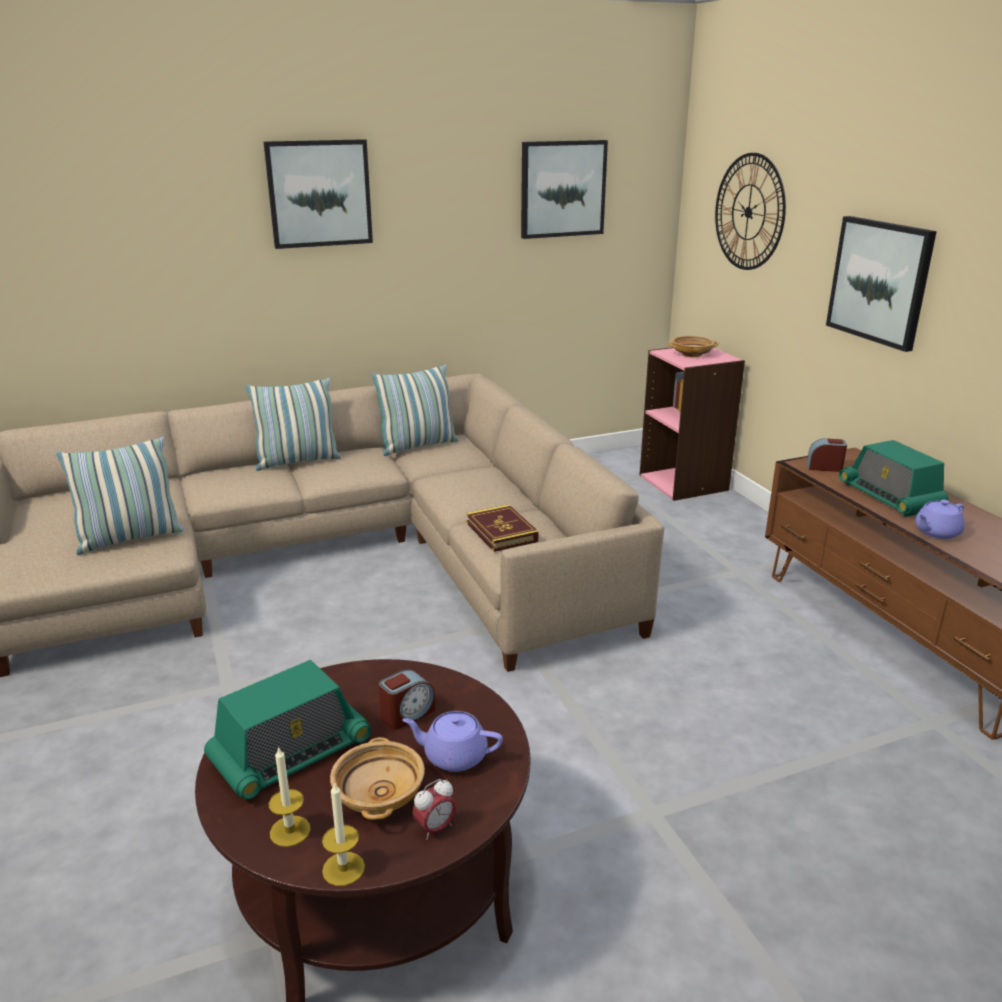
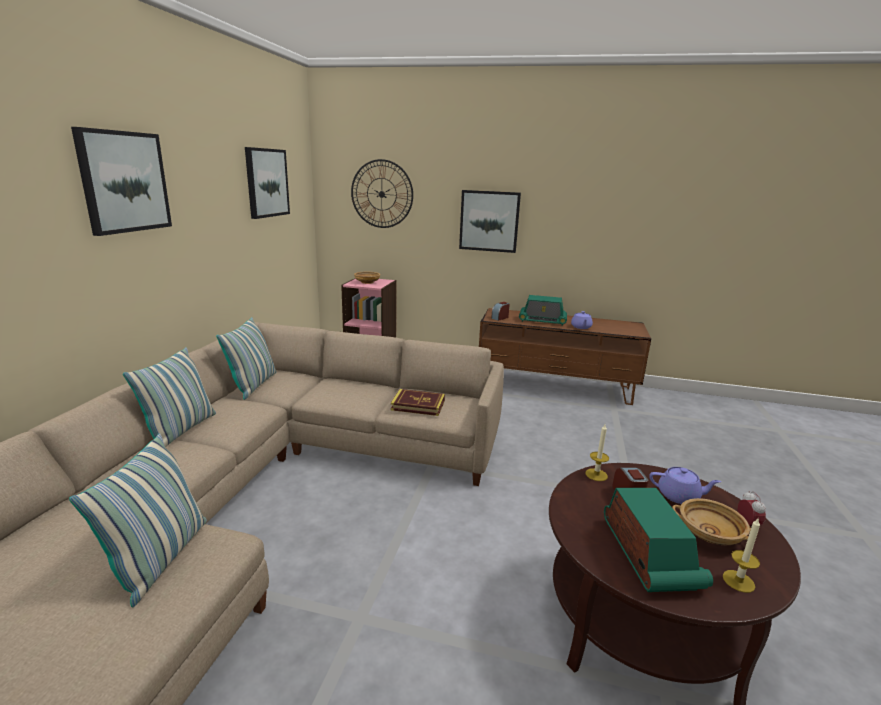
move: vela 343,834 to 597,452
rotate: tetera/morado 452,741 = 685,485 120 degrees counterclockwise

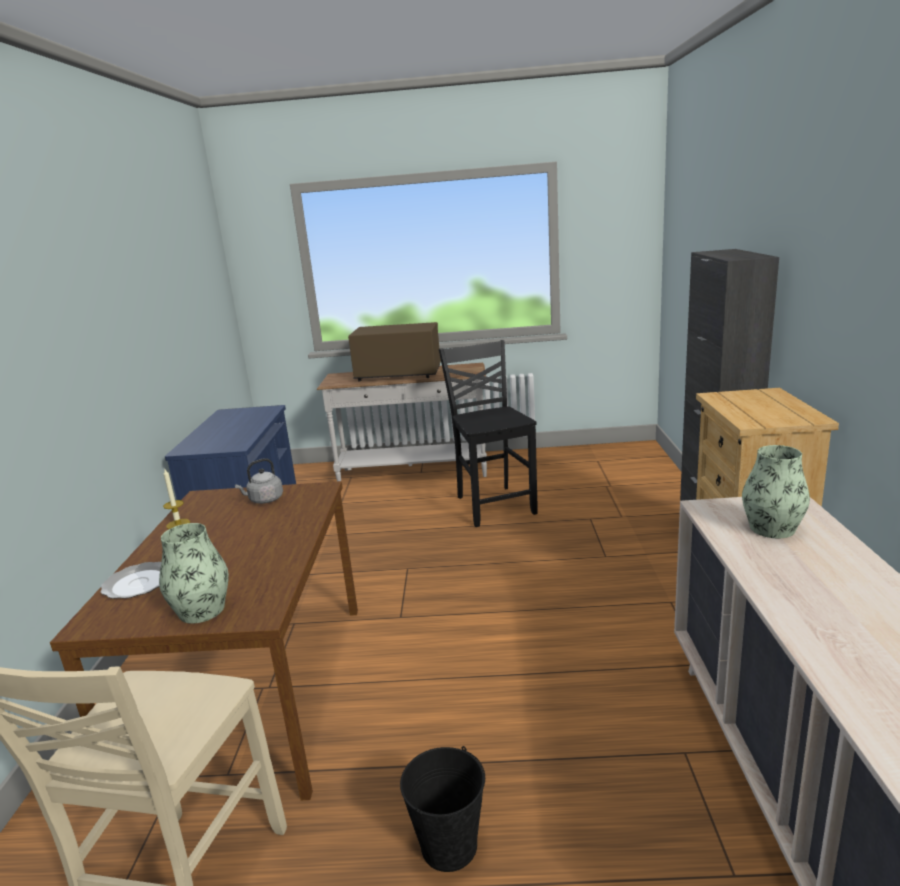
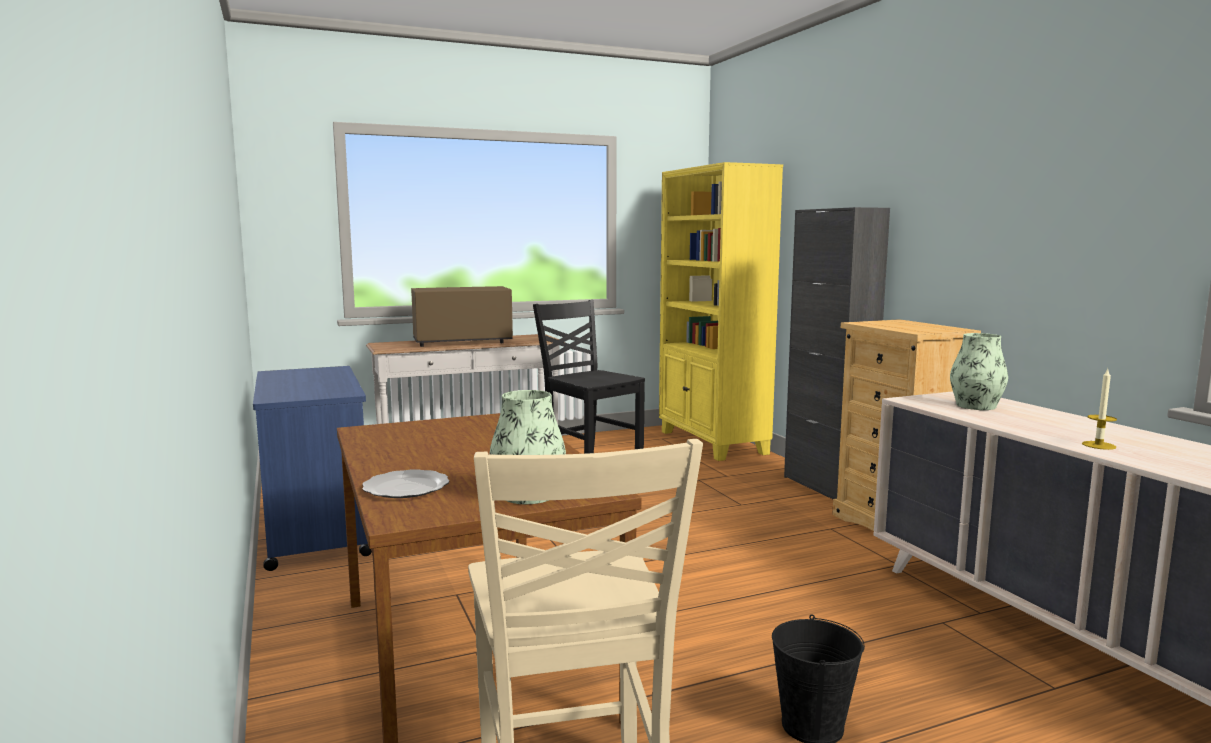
delete: hervidor/gris 259,481
insert: estantería/amarillo 721,311
move: vela 176,499 to 1099,409

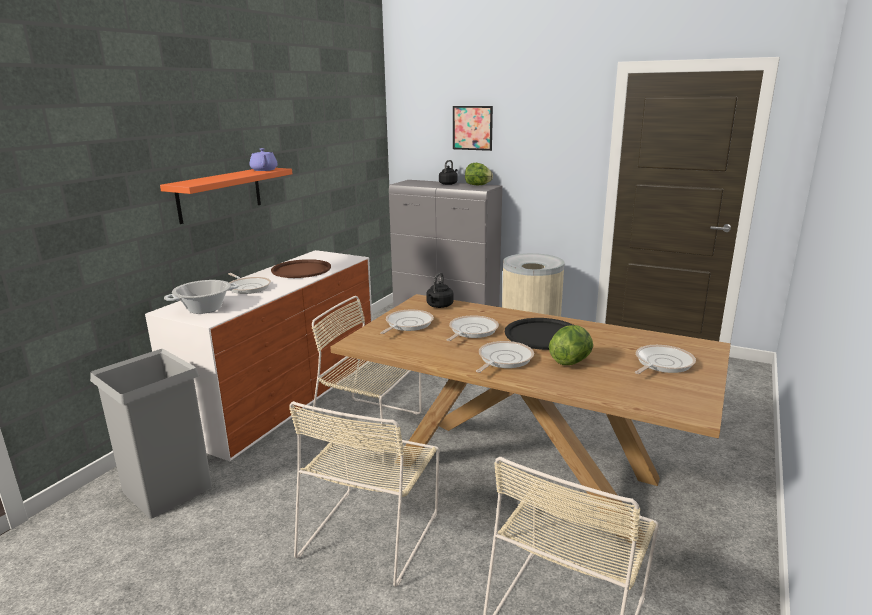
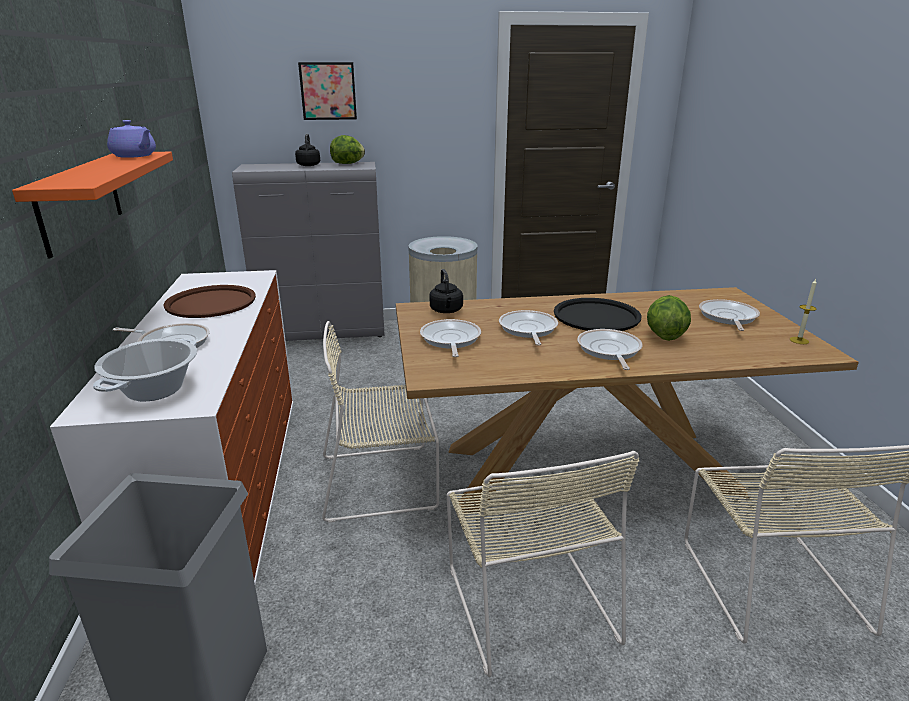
insert: vela 803,311

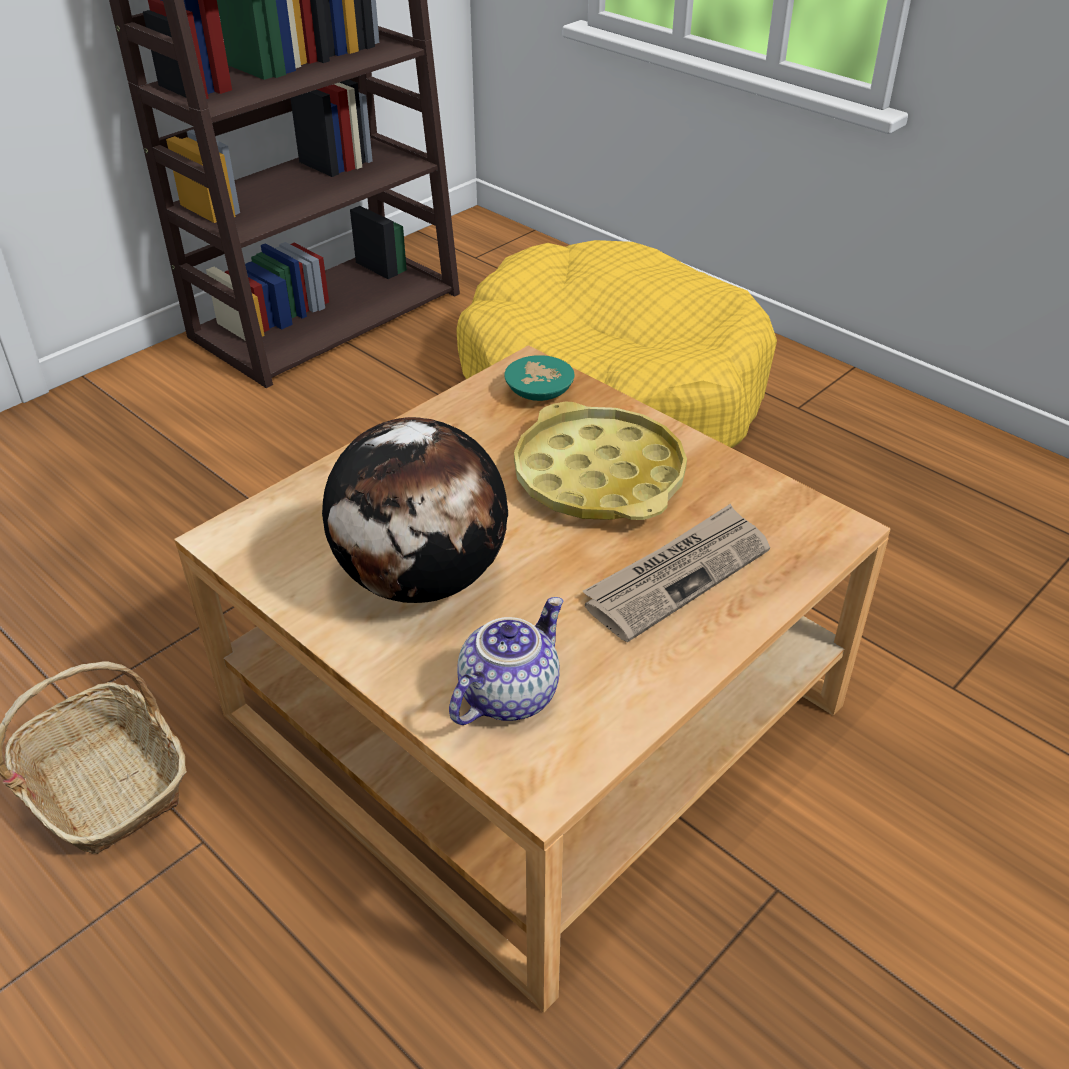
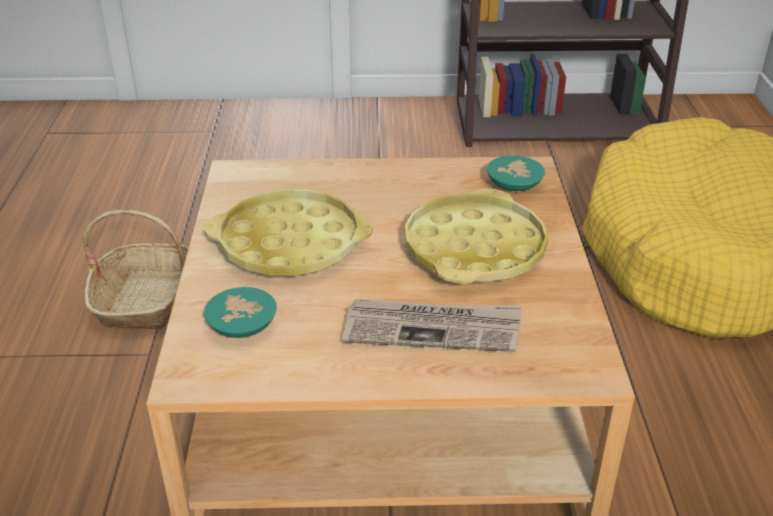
replace: globo terráqueo 415,510 to bandeja/amarillo 288,232; tetera 506,661 to cuenco/turquesa 240,312

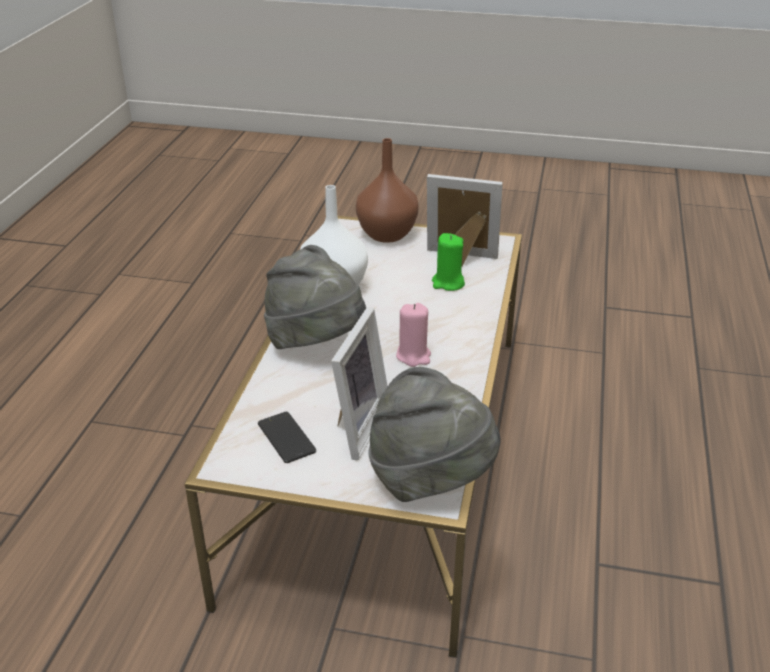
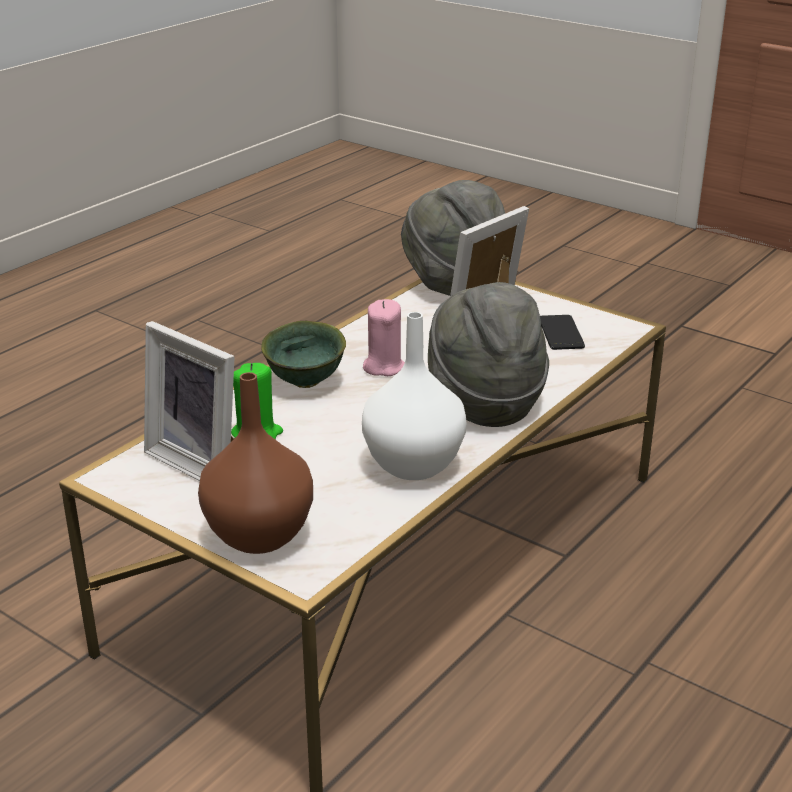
insert: cuenco/verde 303,354

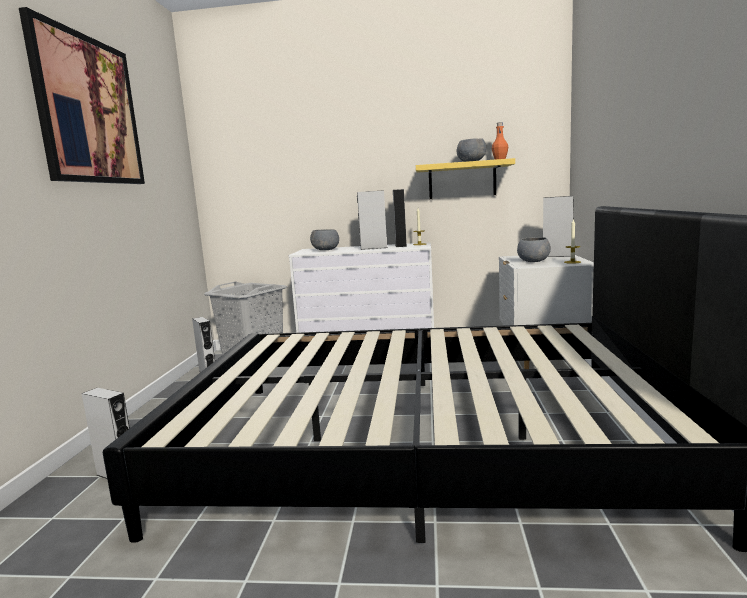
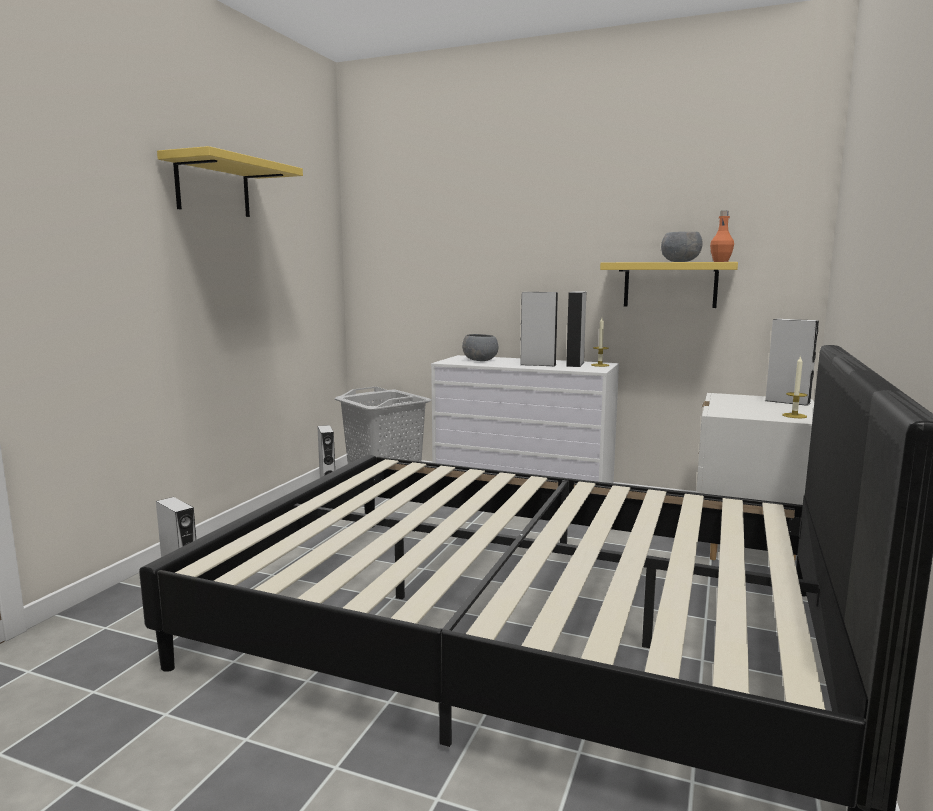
delete: cuenco/gris 534,249
replace: cuadro 82,95 to estante/amarillo 230,181

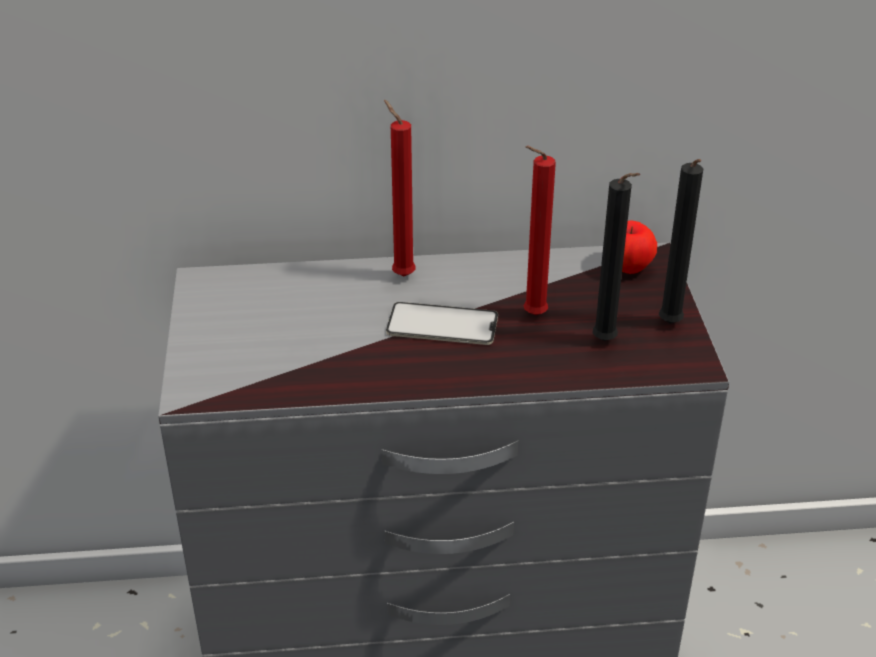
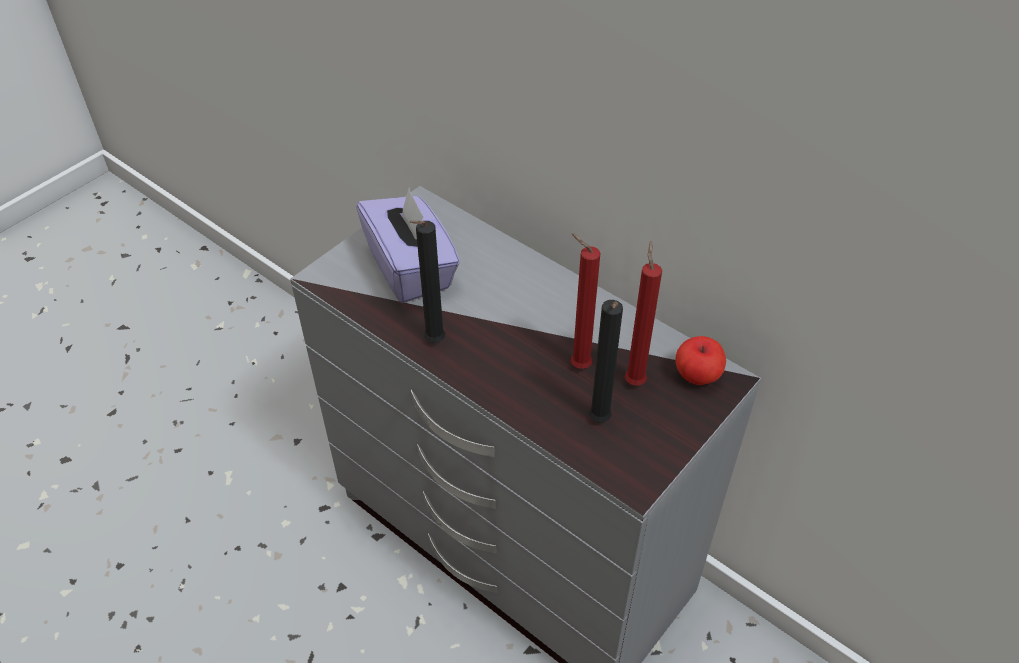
delete: móvil 442,323
insert: caja de pañuelos/morado 408,245
move: vela/rojo 400,188 to 643,313; vela/negro 681,241 to 427,281

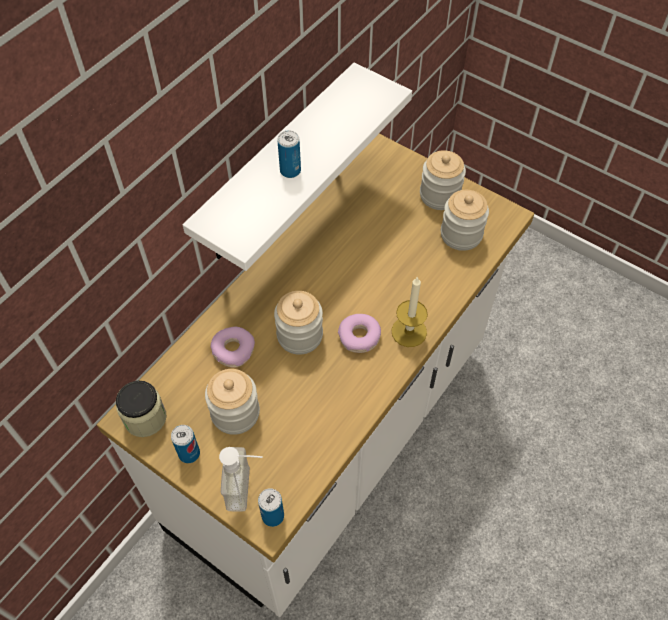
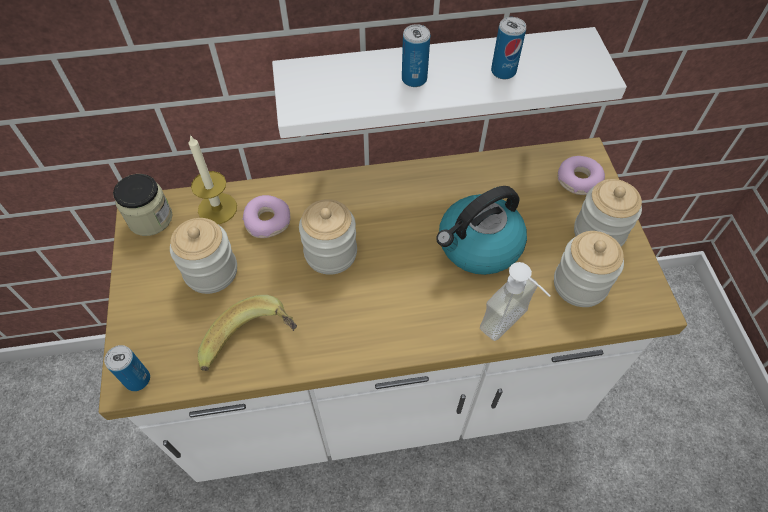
insert: plátano 247,333; hervidor 481,230
move: lata 185,444 to 508,48; dispensador de jabón 241,479 to 515,301; rosquilla 359,333 to 581,175; vela 409,312 to 212,179

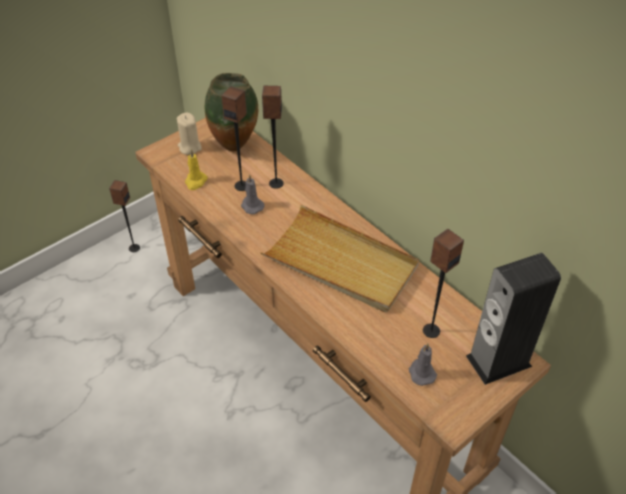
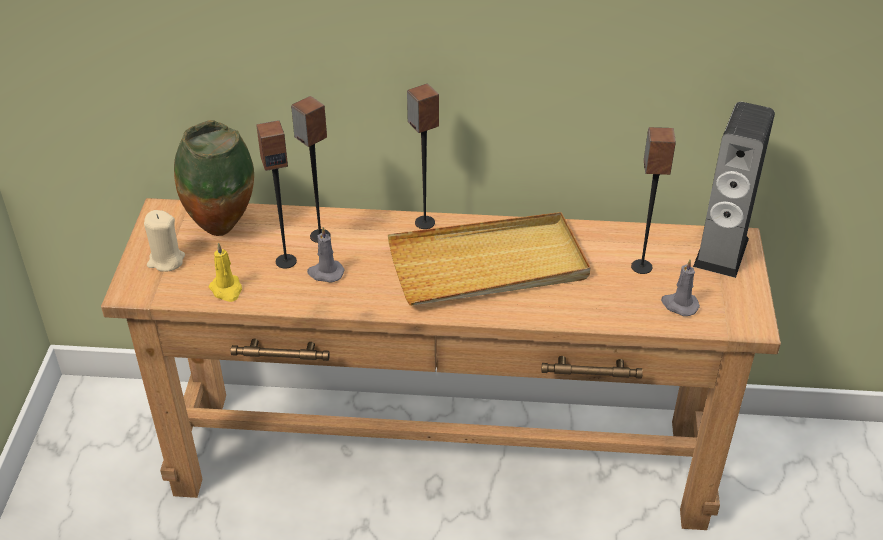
move: altavoz 124,216 to 423,156

